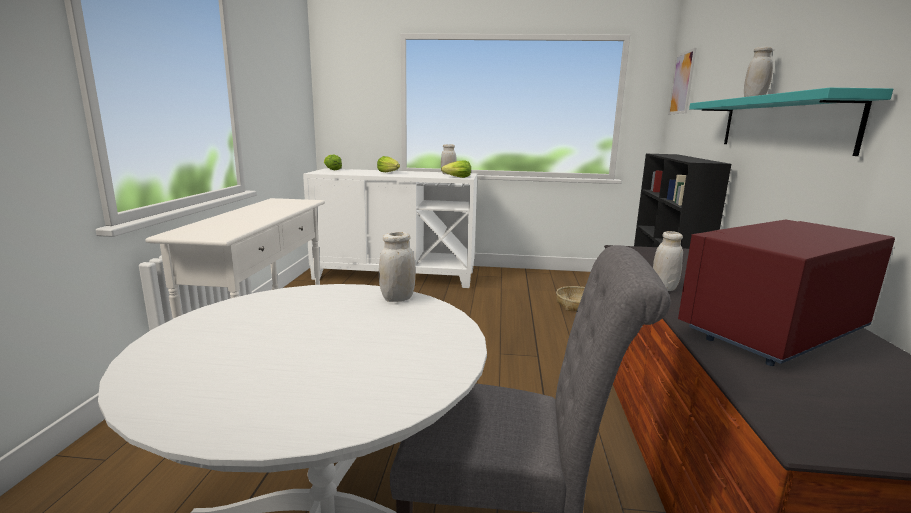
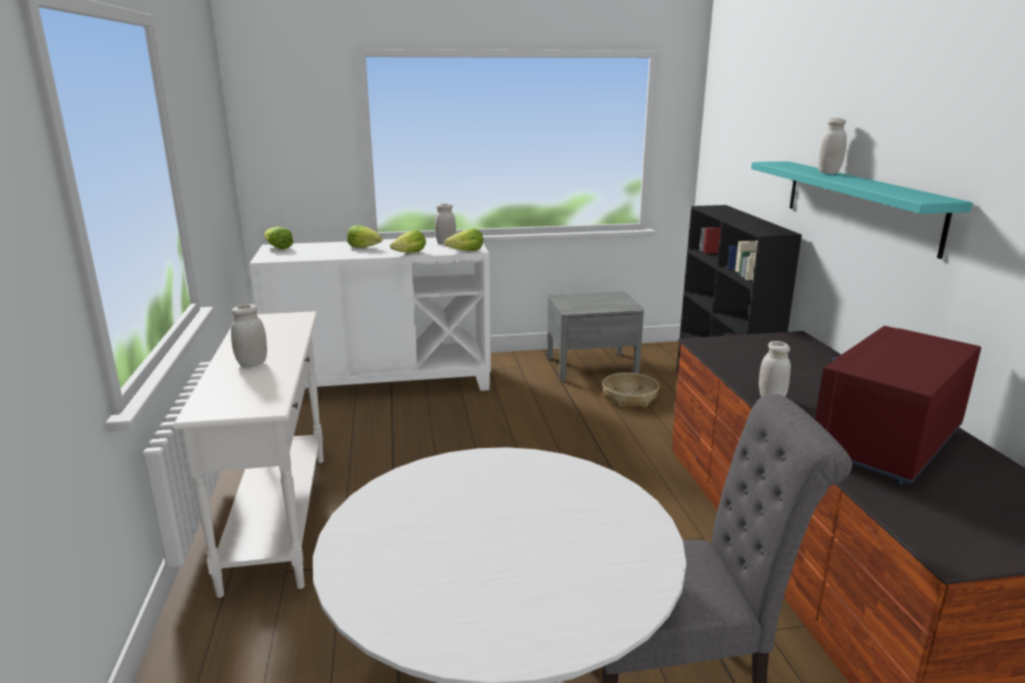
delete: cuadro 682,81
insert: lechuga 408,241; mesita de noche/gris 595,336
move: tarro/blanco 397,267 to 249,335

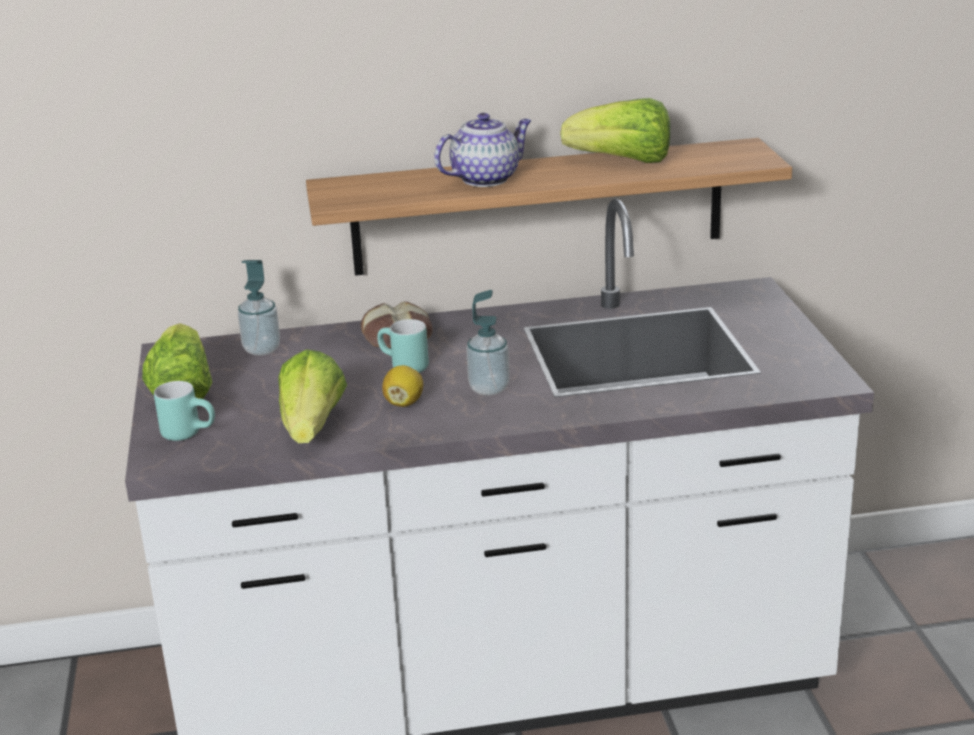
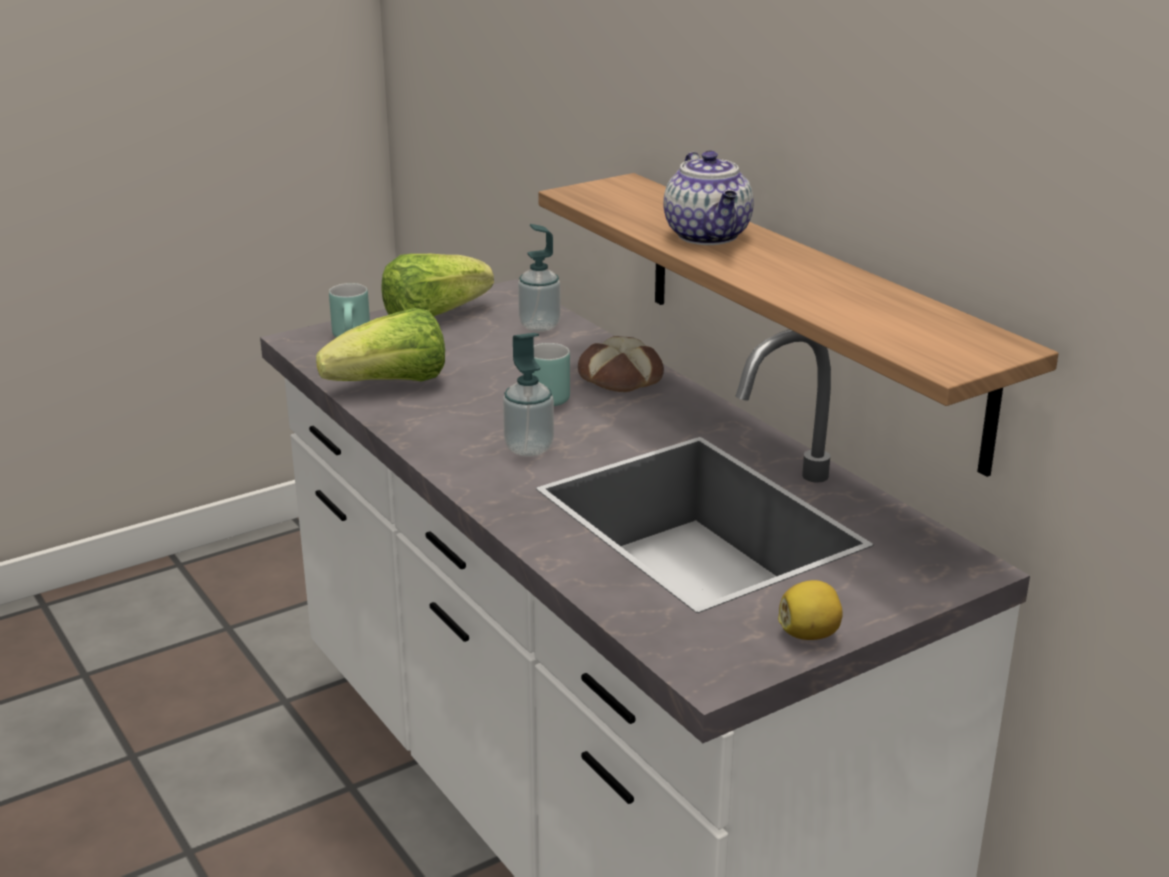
delete: lechuga 615,130
move: limón 402,386 to 810,610
rotate: tetera 482,150 = 708,197 45 degrees clockwise

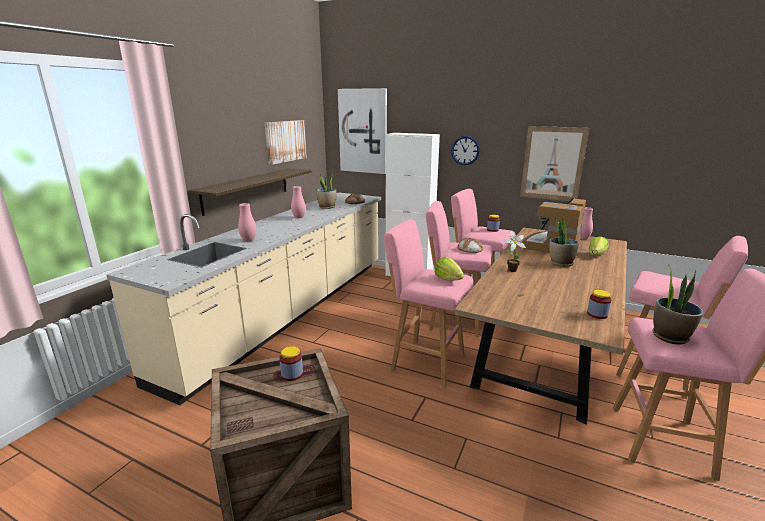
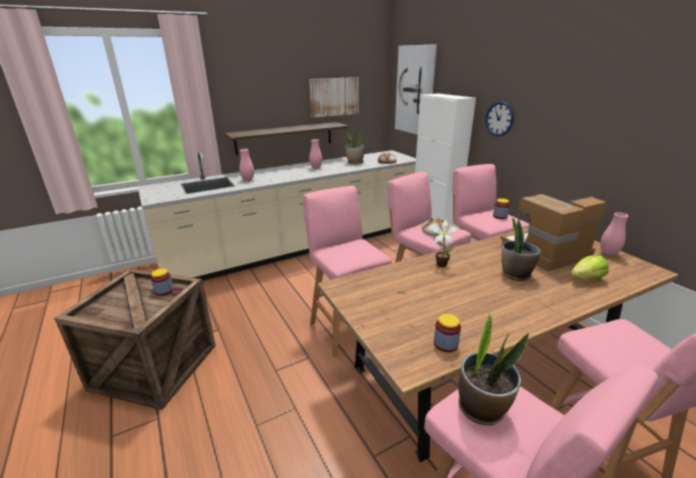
delete: lechuga 449,269; cuadro 554,163

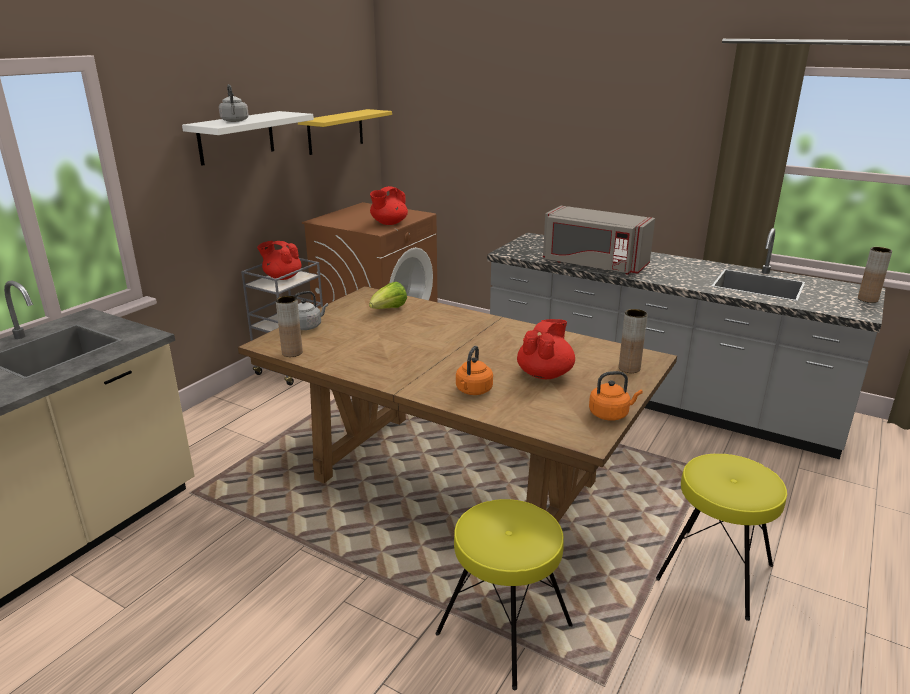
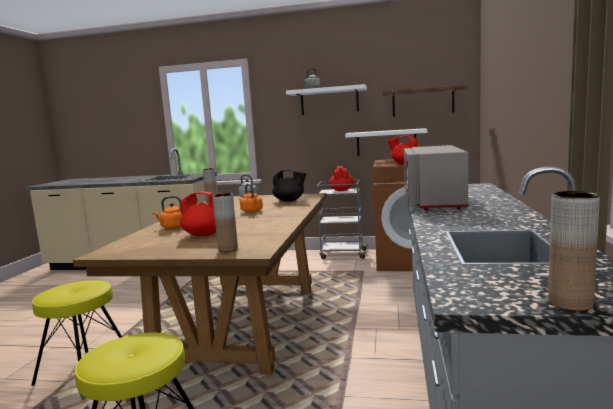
insert: estante/blanco 386,142
move: hervidor/naranja 616,396 to 251,198
replace: lechuga 388,295 to tetera/negro 289,185
recolor: estante/amarillo 345,132 to estante/marrón 425,100

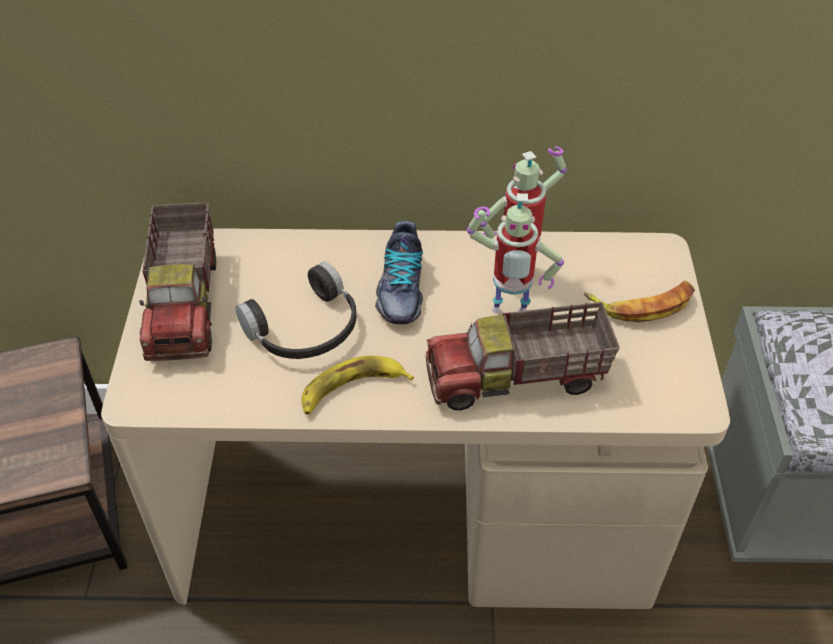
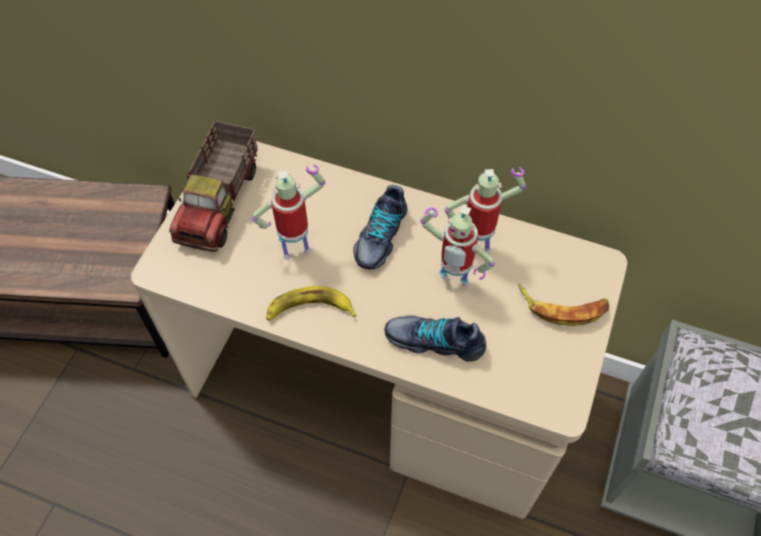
replace: auriculares/negro 296,310 to robot de juguete 288,212; camión de juguete 523,356 to zapato 435,338

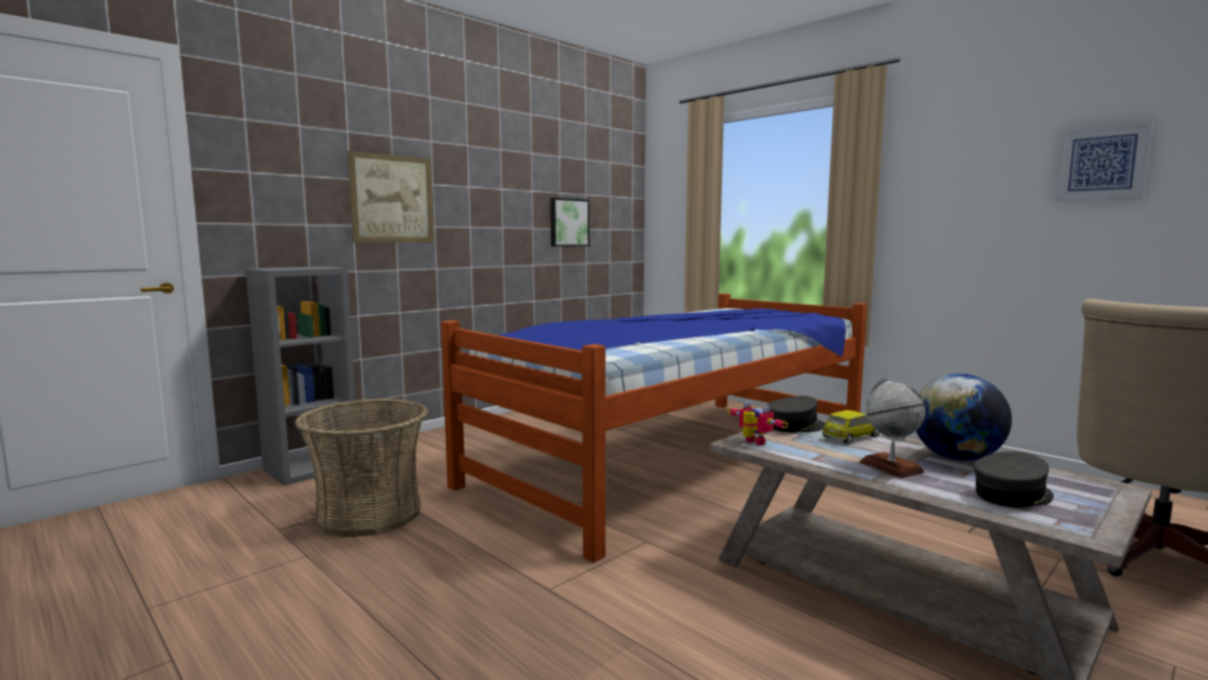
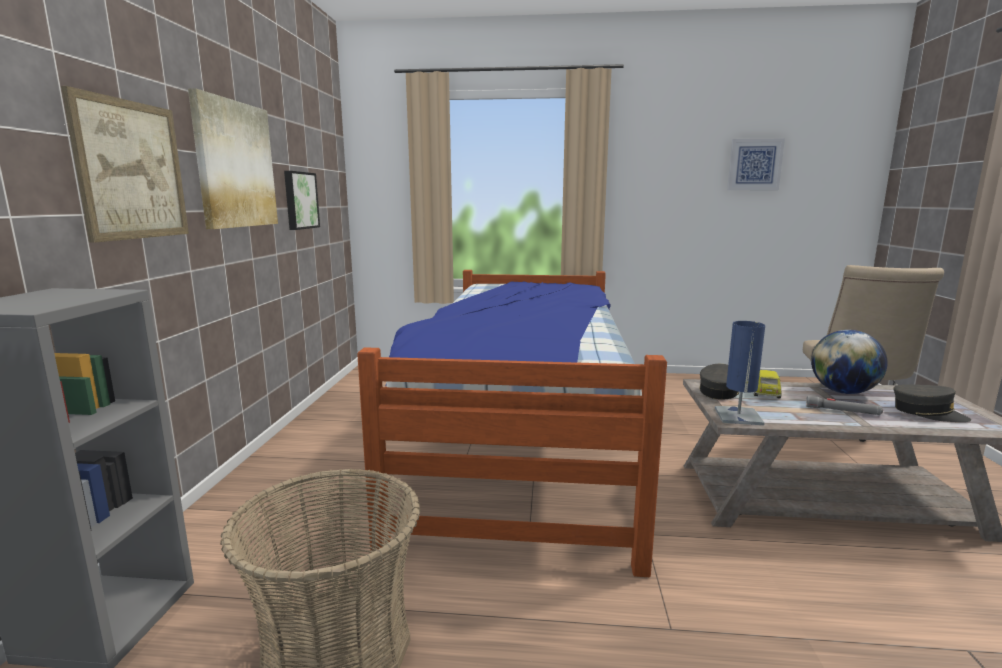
insert: cuadro 233,158
replace: robot de juguete 757,423 to lámpara de mesa/azul 740,373; globo terráqueo 893,428 to linterna/gris 844,405
rotate: gorra/gris 1014,479 = 932,403 105 degrees clockwise

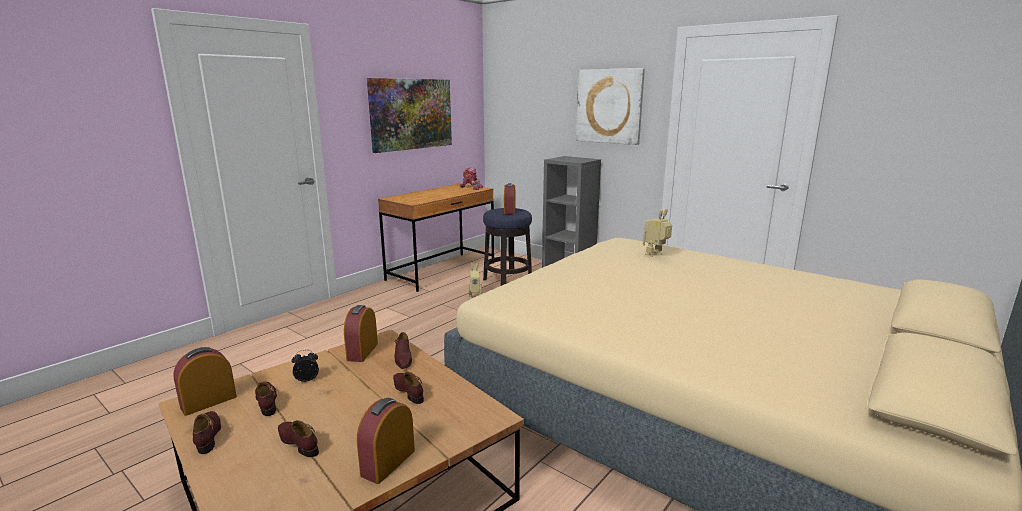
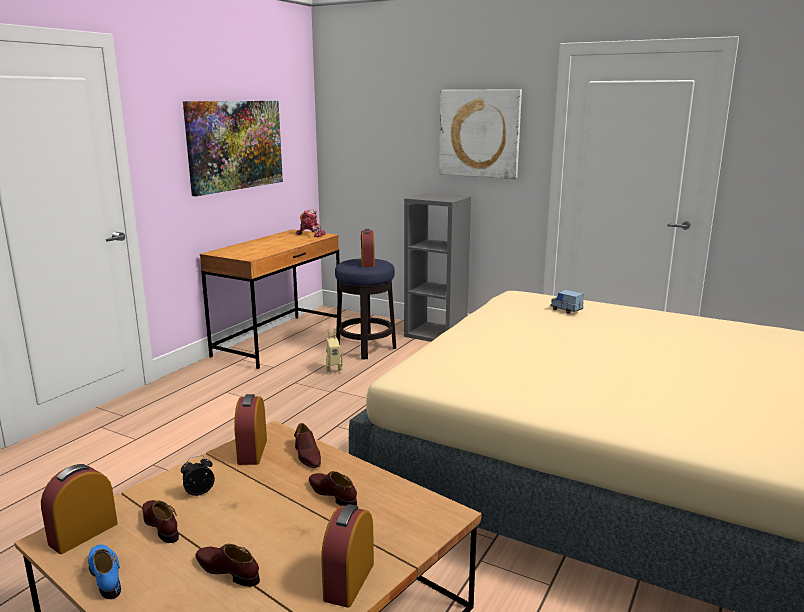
replace: robot de juguete 657,232 to coche de juguete/azul 567,302
recolor: zapato/marrón 207,432 to zapato/azul 104,572

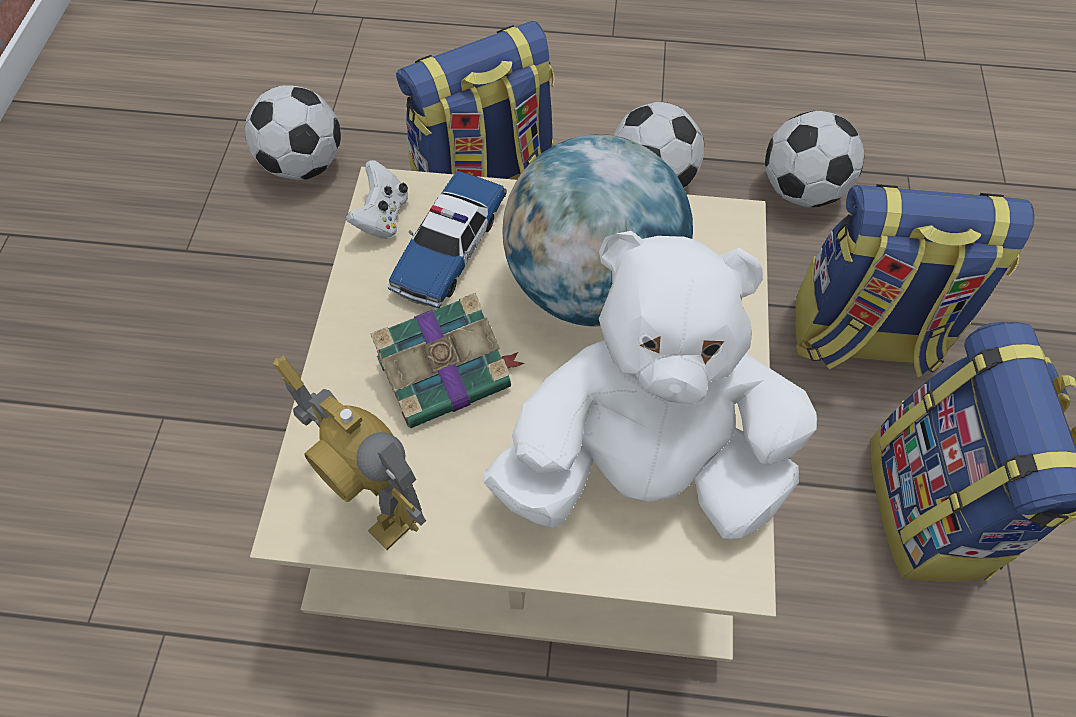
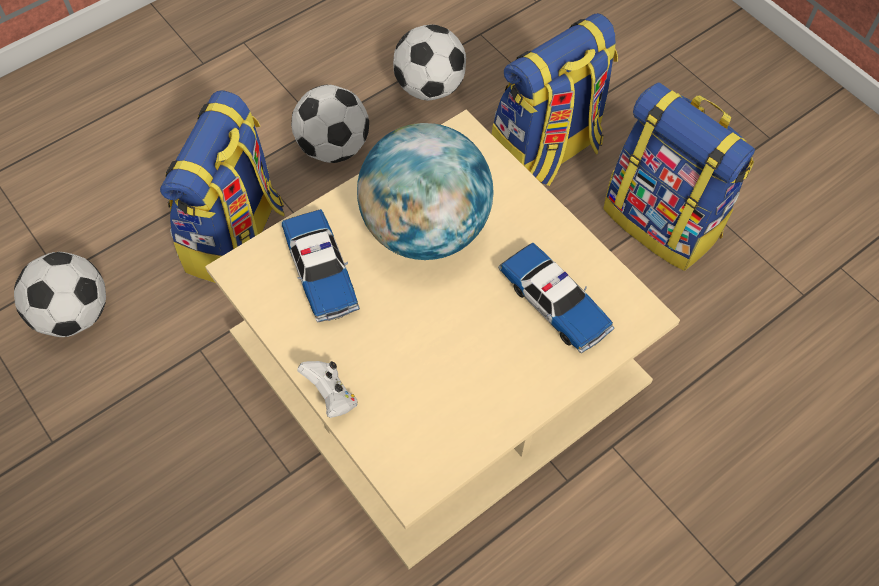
delete: robot de juguete 349,452; libro 447,360
move: mando de consola/blanco 377,199 to 327,389
replace: peluche/blanco 650,385 to coche de juguete 556,298

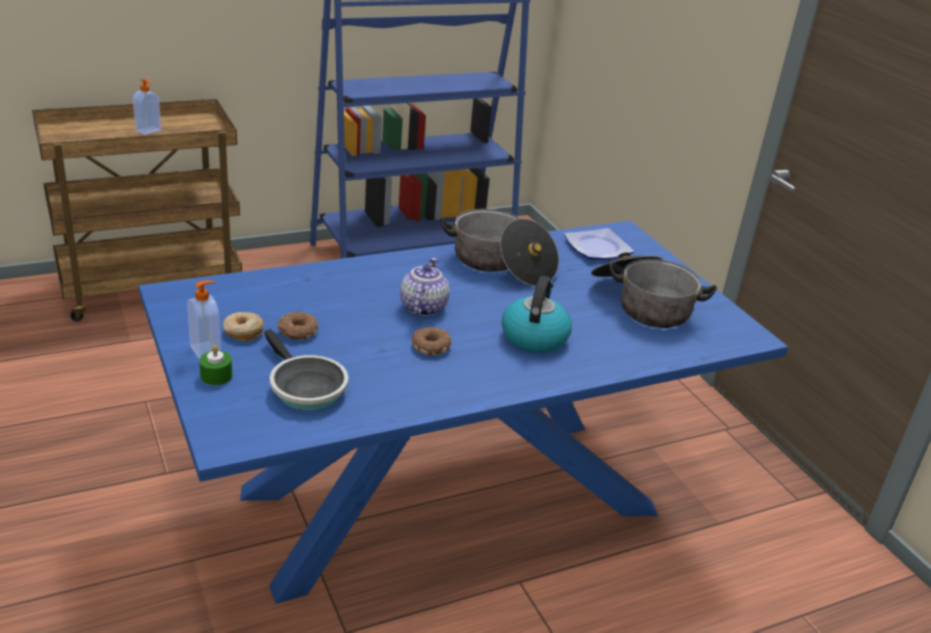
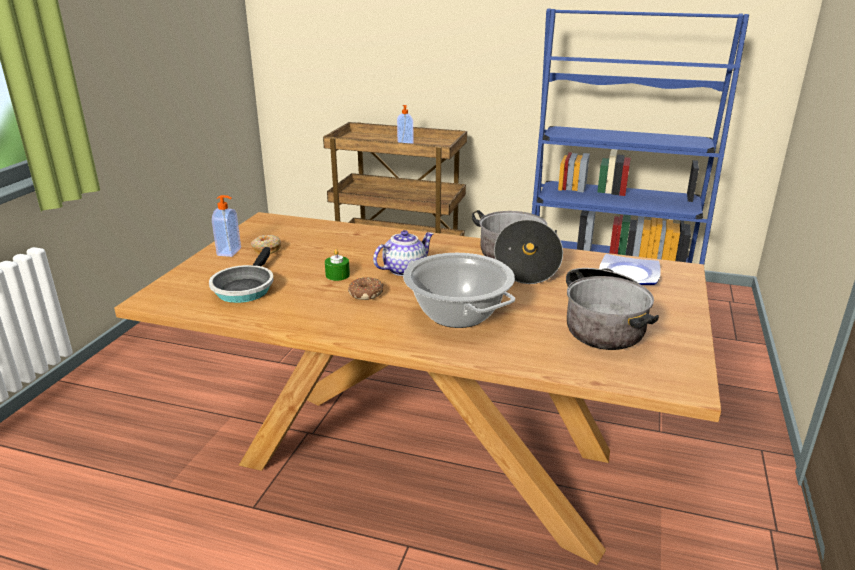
delete: rosquilla 297,326
move: vela/verde 215,365 to 337,265
replace: hervidor 537,314 to olla 459,290
recolor: mesa de comedor/azul 463,412 to mesa de comedor/marrón 417,388

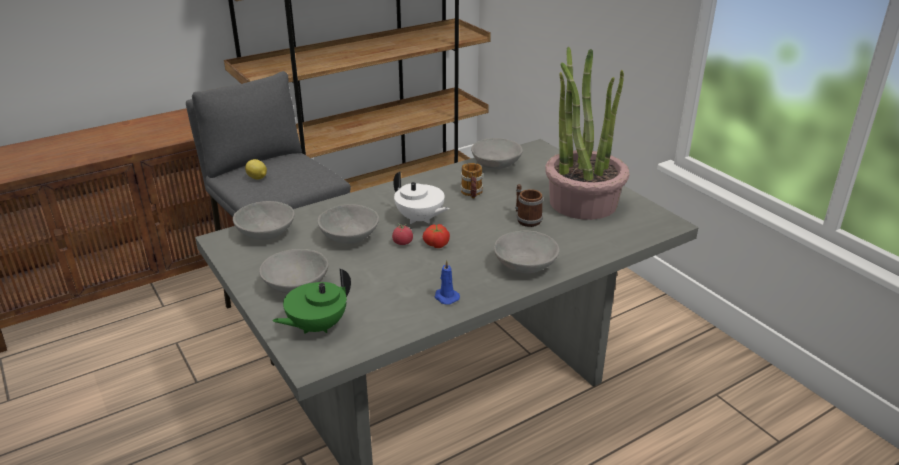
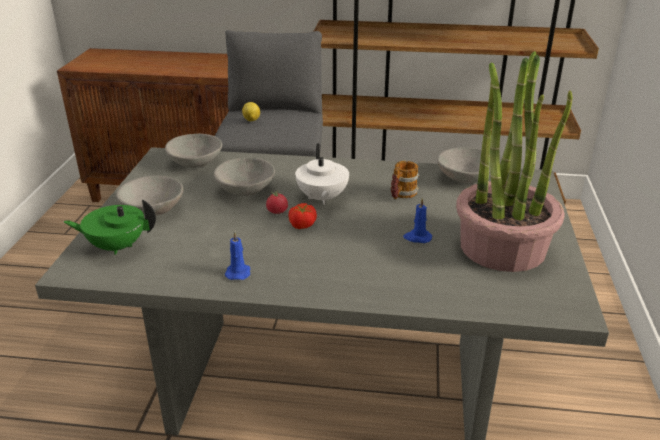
delete: cuenco/gris 526,252
replace: taza grande 529,205 to vela/azul 417,220

